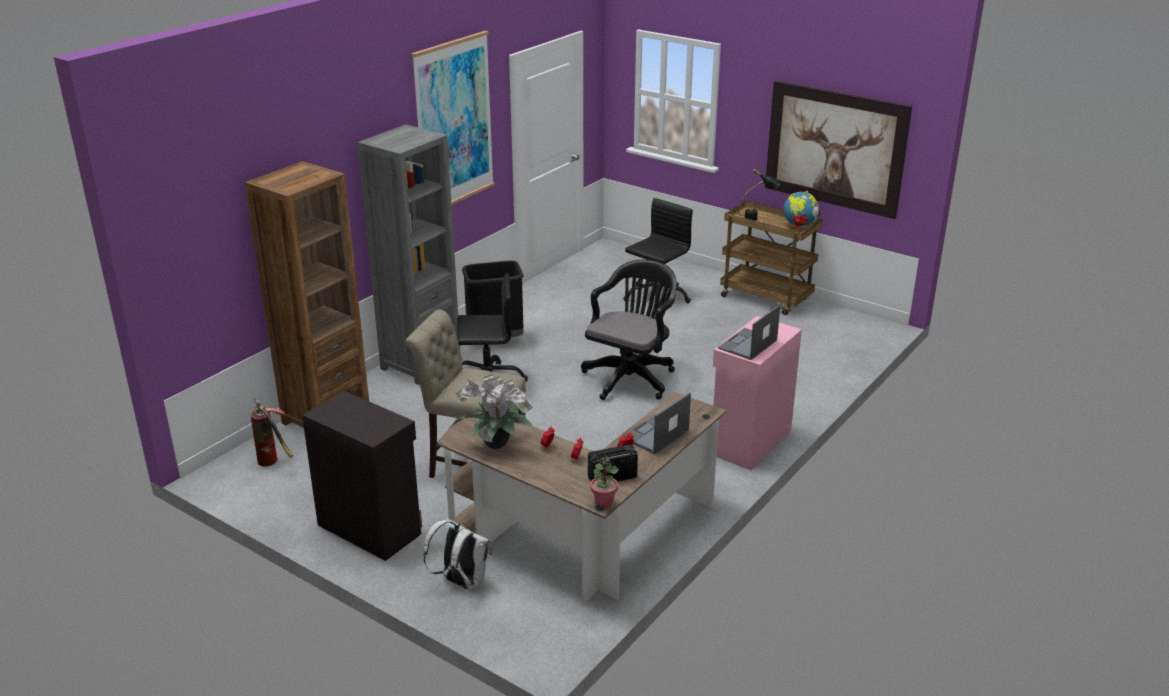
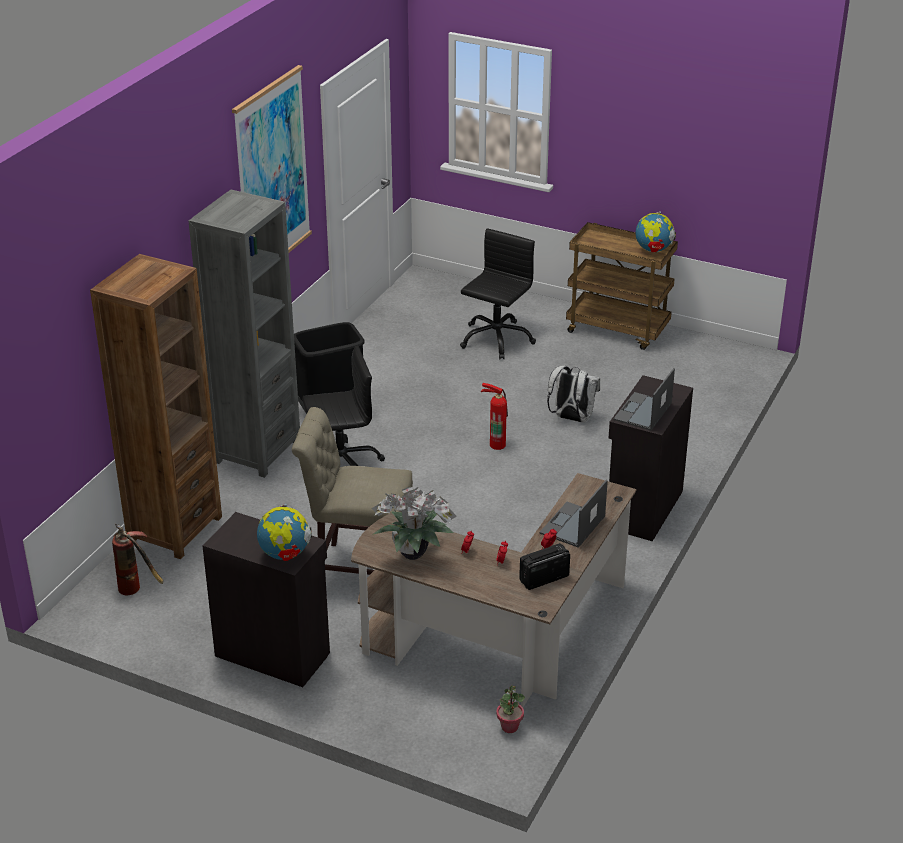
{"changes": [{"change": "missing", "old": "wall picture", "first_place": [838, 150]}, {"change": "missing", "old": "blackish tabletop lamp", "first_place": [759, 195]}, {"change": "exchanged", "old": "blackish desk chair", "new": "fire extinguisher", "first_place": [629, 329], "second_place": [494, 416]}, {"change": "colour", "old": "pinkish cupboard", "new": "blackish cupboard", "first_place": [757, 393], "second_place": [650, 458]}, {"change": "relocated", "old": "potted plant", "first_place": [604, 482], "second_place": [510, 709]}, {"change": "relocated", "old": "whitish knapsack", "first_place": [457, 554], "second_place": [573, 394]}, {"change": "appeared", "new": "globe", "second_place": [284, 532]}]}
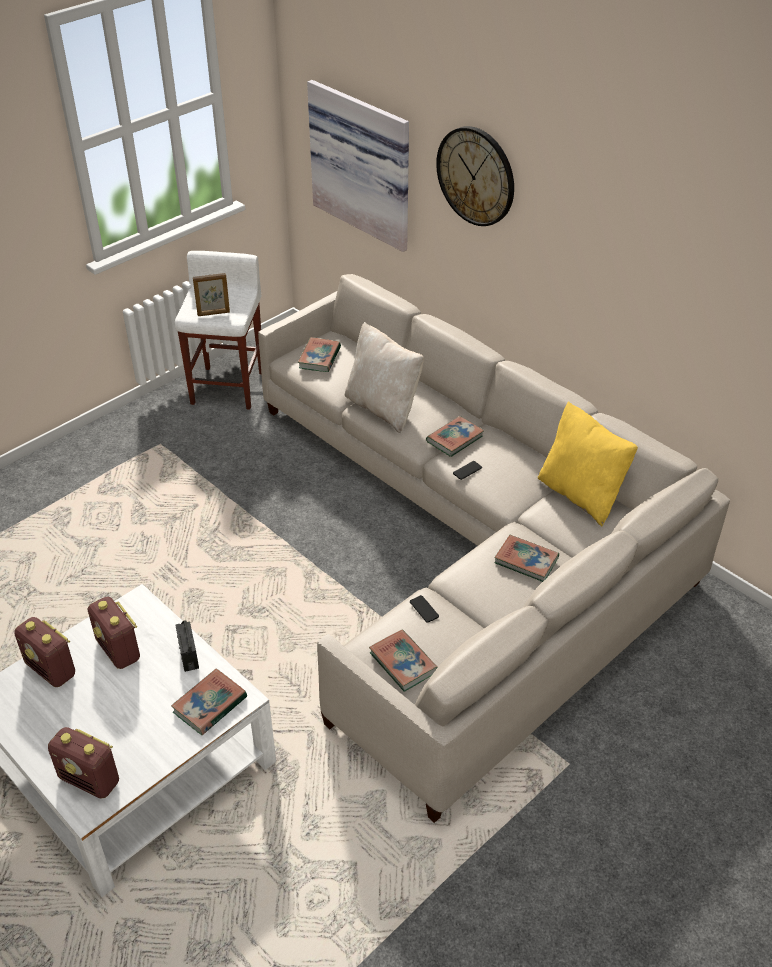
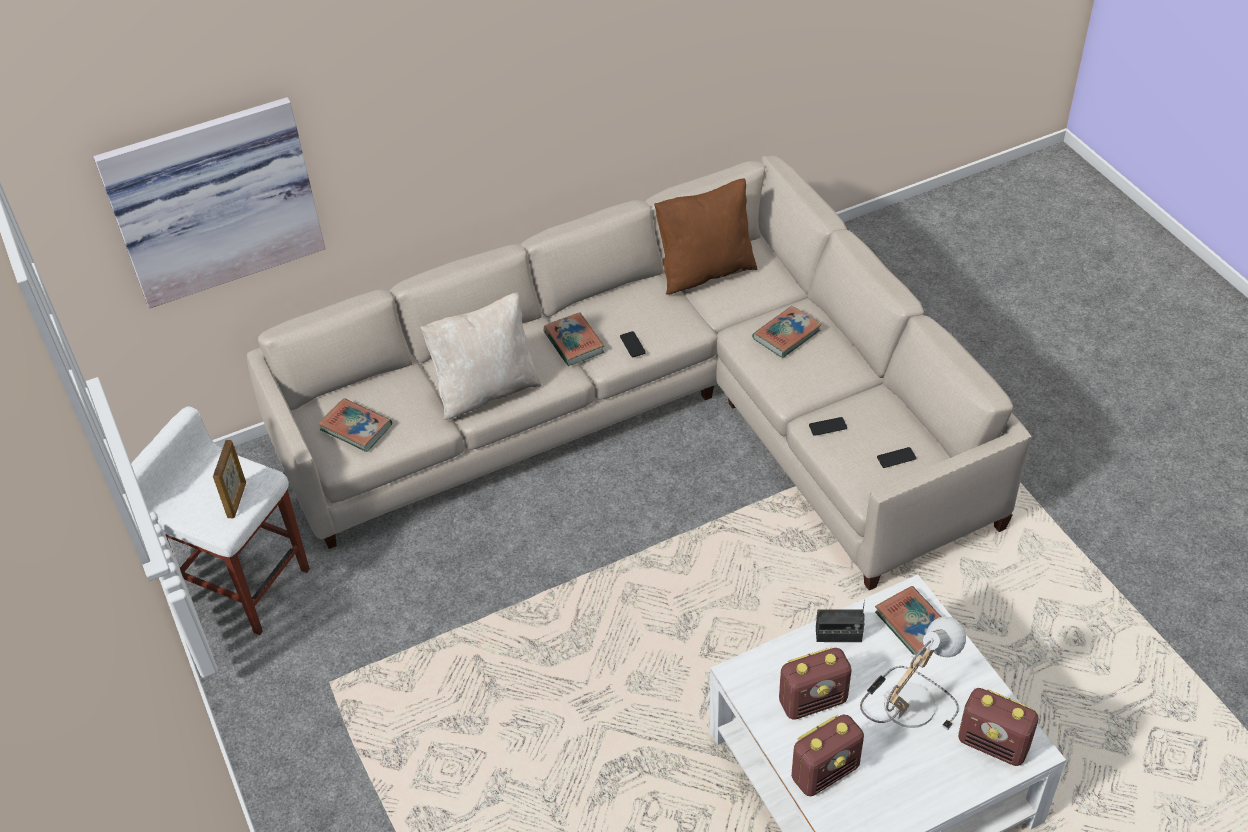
{"changes": [{"change": "missing", "old": "hanging clock", "first_place": [475, 176]}, {"change": "colour", "old": "yellow-coloured pillow", "new": "brown-coloured pillow", "first_place": [588, 464], "second_place": [706, 236]}, {"change": "exchanged", "old": "bound book", "new": "handset", "first_place": [403, 661], "second_place": [896, 457]}, {"change": "spun", "old": "radio", "first_place": [83, 763], "second_place": [998, 727], "degrees": 75}, {"change": "appeared", "new": "tabletop lamp", "second_place": [913, 673]}]}
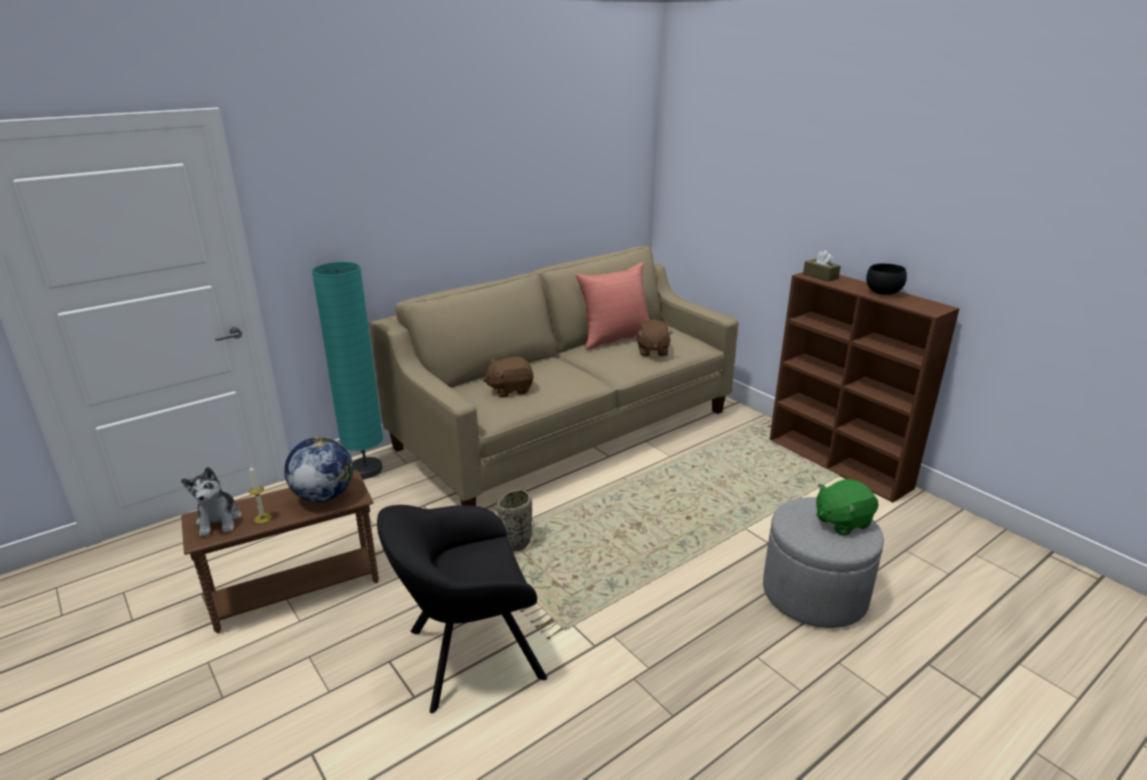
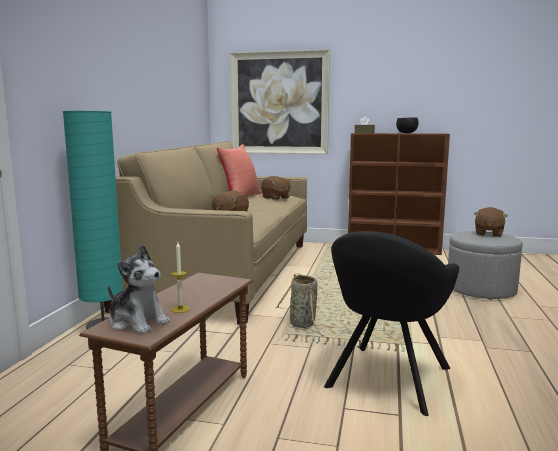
{"changes": [{"change": "missing", "old": "globe", "first_place": [318, 469]}, {"change": "colour", "old": "green-coloured cuddly toy", "new": "brown-coloured cuddly toy", "first_place": [847, 507], "second_place": [491, 222]}, {"change": "appeared", "new": "wall picture", "second_place": [280, 101]}]}
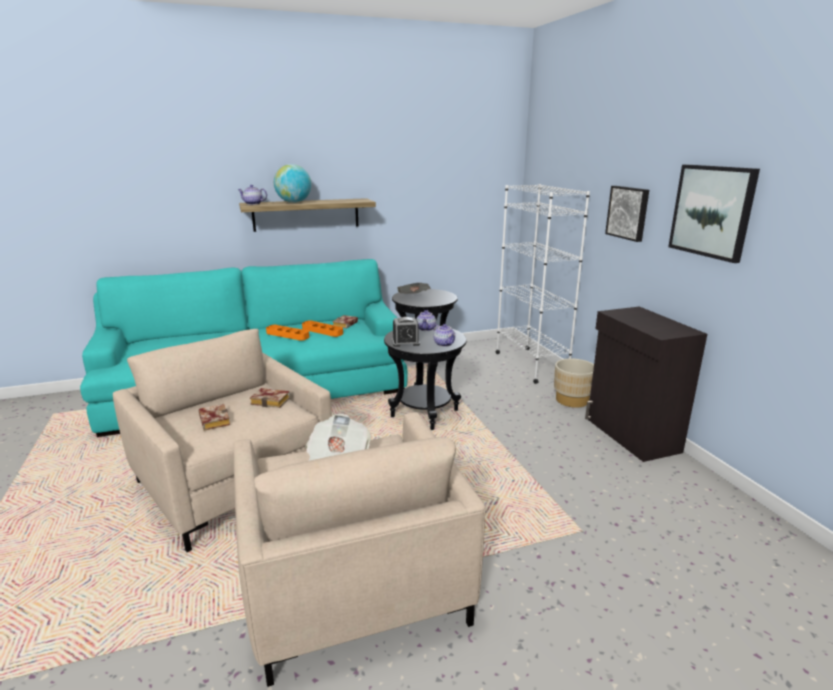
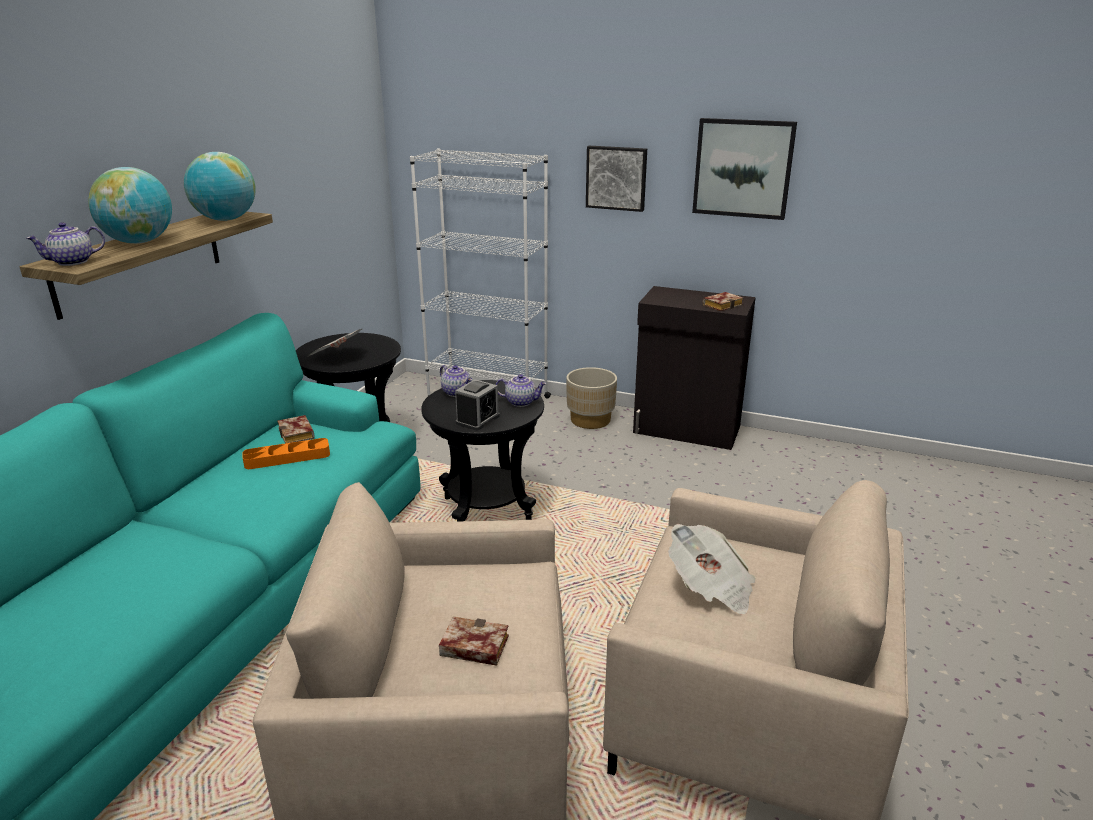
{"changes": [{"change": "missing", "old": "orangey carrying tray", "first_place": [287, 333]}, {"change": "relocated", "old": "bound book", "first_place": [270, 398], "second_place": [723, 301]}, {"change": "appeared", "new": "globe", "second_place": [220, 186]}]}
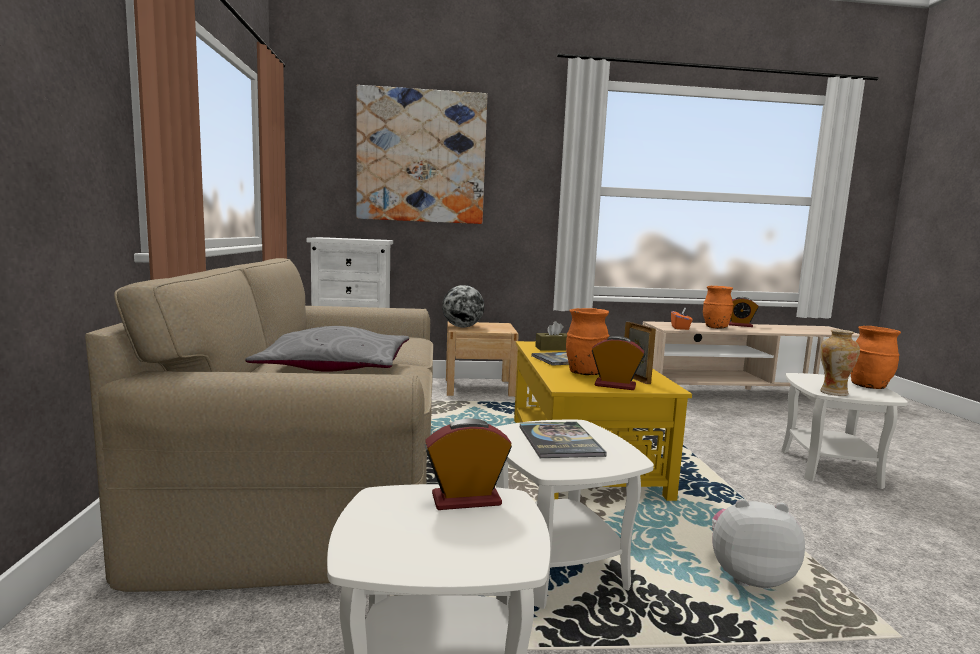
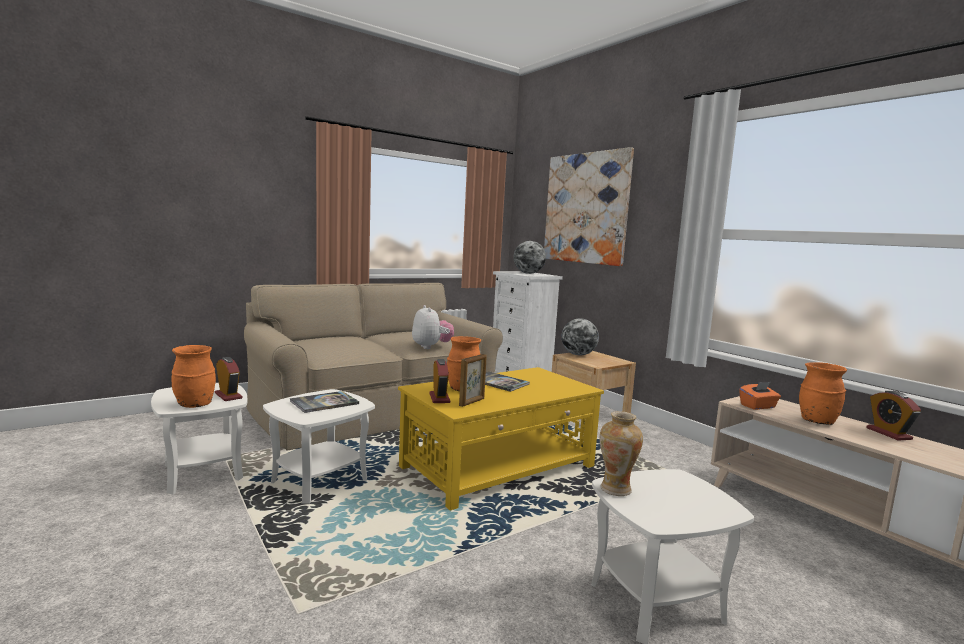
{"changes": [{"change": "missing", "old": "brown-coloured box of tissues", "first_place": [551, 336]}, {"change": "missing", "old": "greyish pillow", "first_place": [327, 349]}, {"change": "relocated", "old": "orangey decorative vase", "first_place": [875, 357], "second_place": [193, 376]}, {"change": "relocated", "old": "cuddly toy", "first_place": [758, 544], "second_place": [433, 327]}, {"change": "appeared", "new": "globe", "second_place": [529, 257]}]}
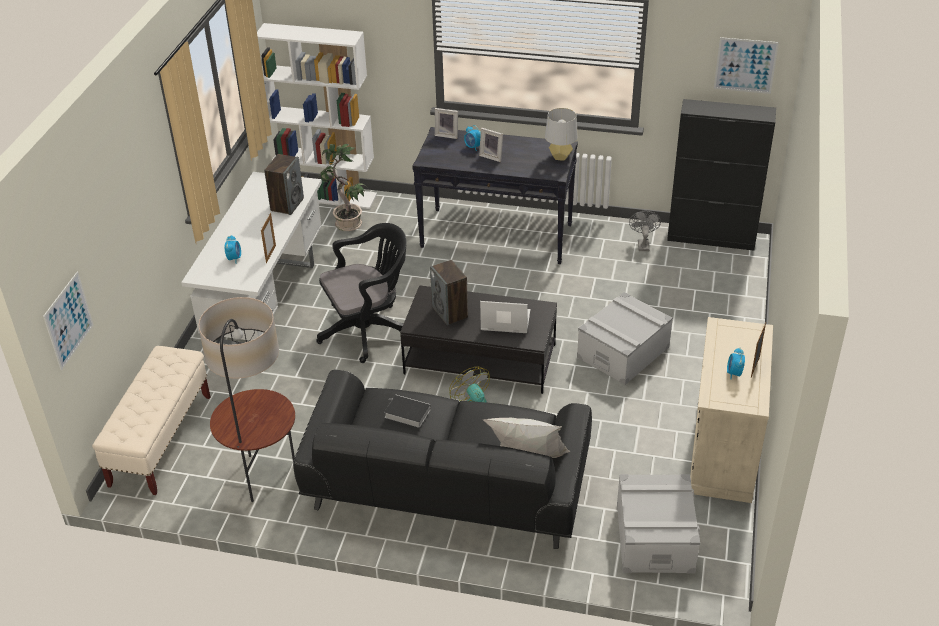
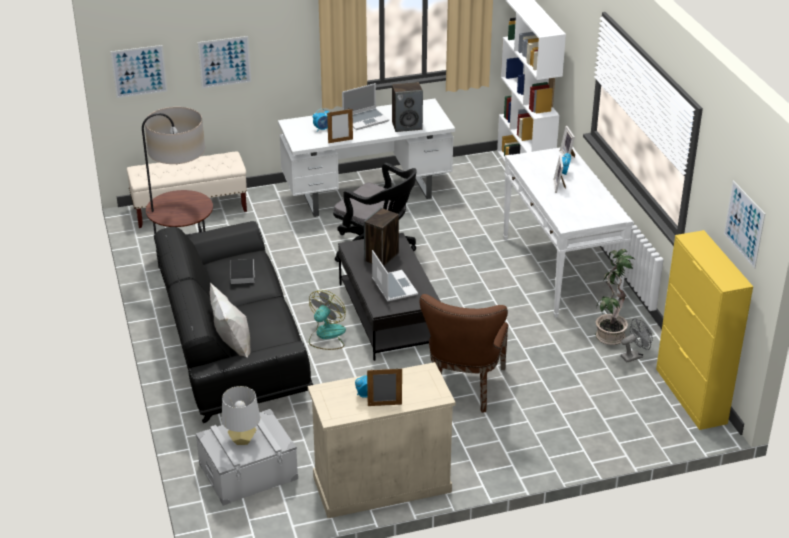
{"changes": [{"change": "colour", "old": "blackish cupboard", "new": "yellow-coloured cupboard", "first_place": [721, 175], "second_place": [704, 330]}, {"change": "relocated", "old": "greyish tabletop lamp", "first_place": [561, 134], "second_place": [241, 415]}, {"change": "colour", "old": "blackish hall table", "new": "whitish hall table", "first_place": [495, 195], "second_place": [568, 232]}, {"change": "relocated", "old": "potted plant", "first_place": [342, 187], "second_place": [615, 297]}, {"change": "exchanged", "old": "greyish storage bin", "new": "brown-coloured chair", "first_place": [625, 338], "second_place": [464, 353]}, {"change": "appeared", "new": "wall picture", "second_place": [224, 62]}, {"change": "appeared", "new": "laptop", "second_place": [365, 106]}]}
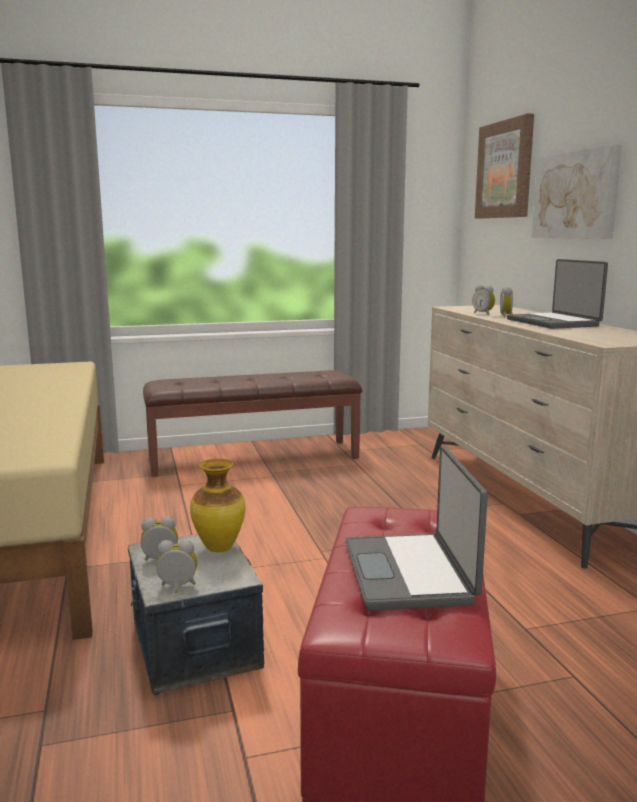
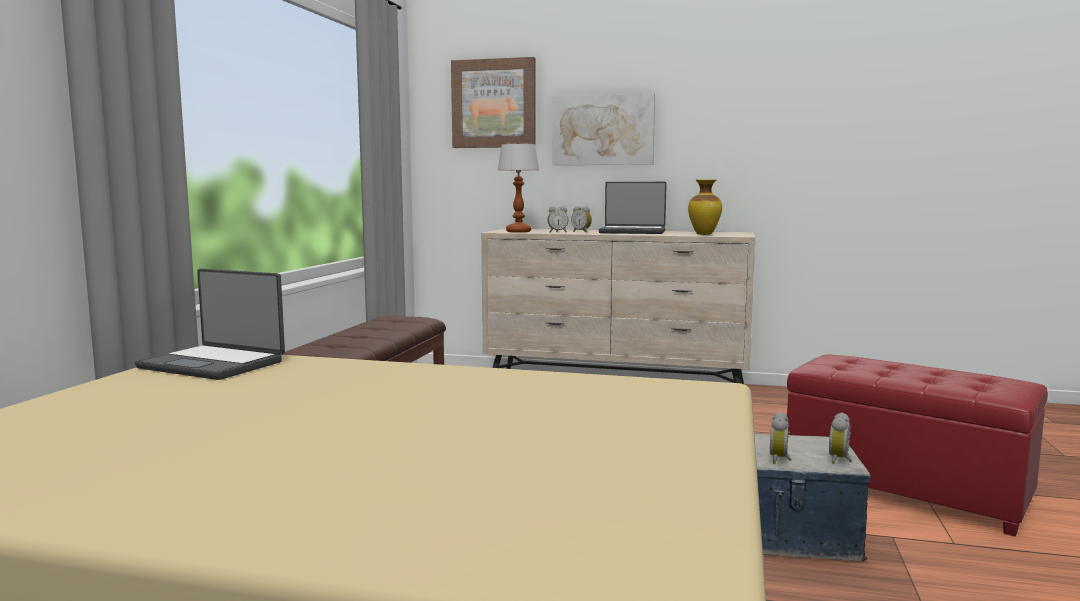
{"changes": [{"change": "relocated", "old": "laptop", "first_place": [416, 528], "second_place": [210, 324]}, {"change": "relocated", "old": "decorative vase", "first_place": [218, 505], "second_place": [705, 207]}, {"change": "appeared", "new": "tabletop lamp", "second_place": [518, 188]}]}
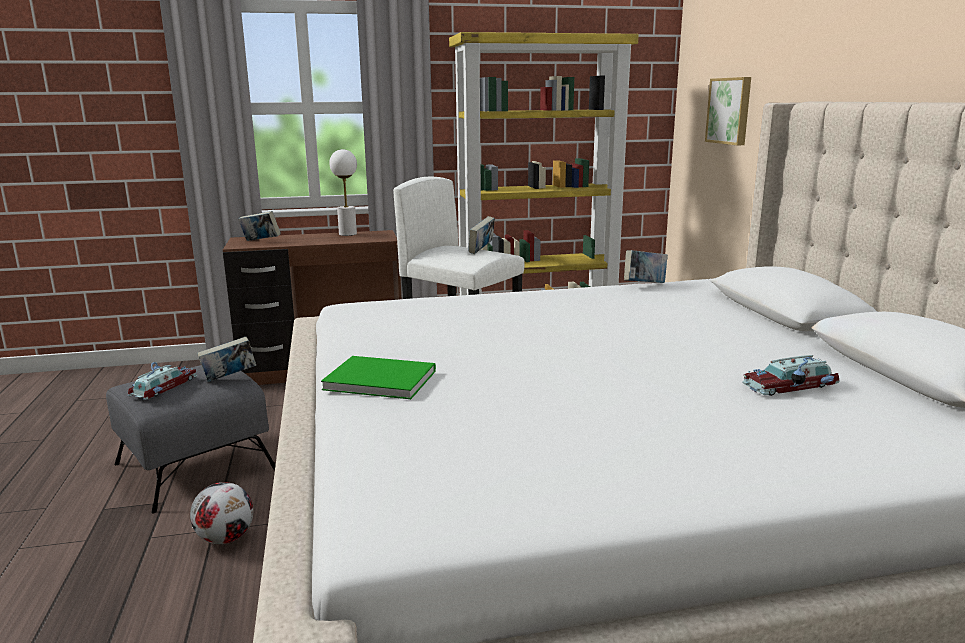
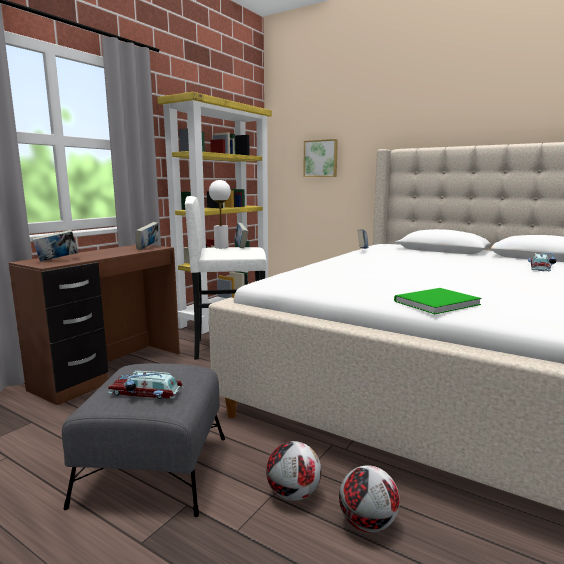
{"changes": [{"change": "relocated", "old": "whitish tabletop lamp", "first_place": [343, 192], "second_place": [220, 214]}, {"change": "relocated", "old": "bound book", "first_place": [226, 359], "second_place": [146, 236]}, {"change": "spun", "old": "miniature car", "first_place": [162, 381], "second_place": [145, 385], "degrees": -60}, {"change": "appeared", "new": "football", "second_place": [369, 499]}]}
